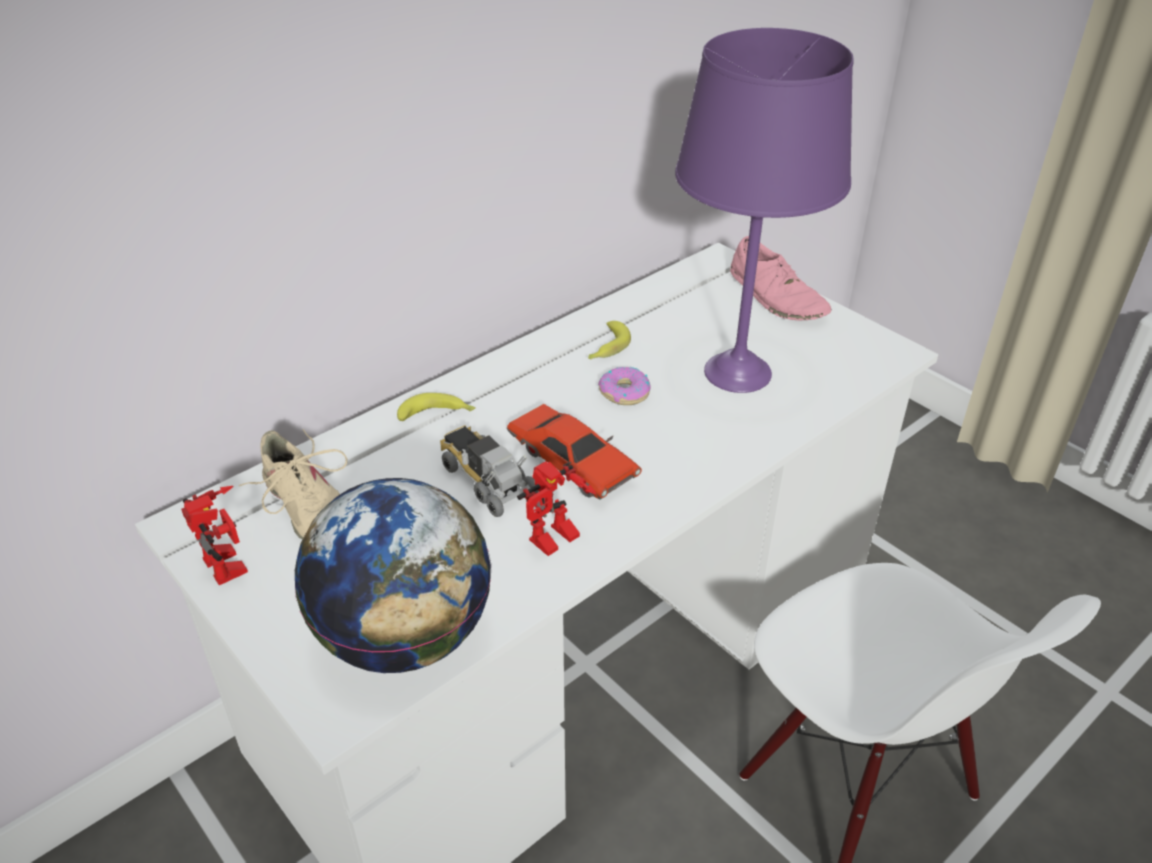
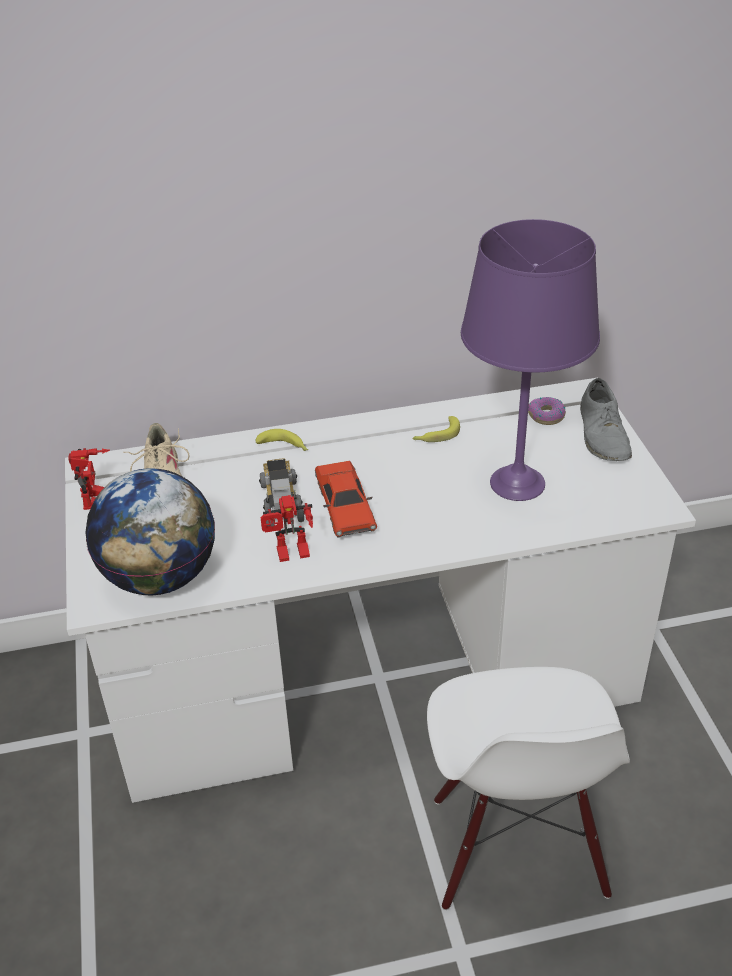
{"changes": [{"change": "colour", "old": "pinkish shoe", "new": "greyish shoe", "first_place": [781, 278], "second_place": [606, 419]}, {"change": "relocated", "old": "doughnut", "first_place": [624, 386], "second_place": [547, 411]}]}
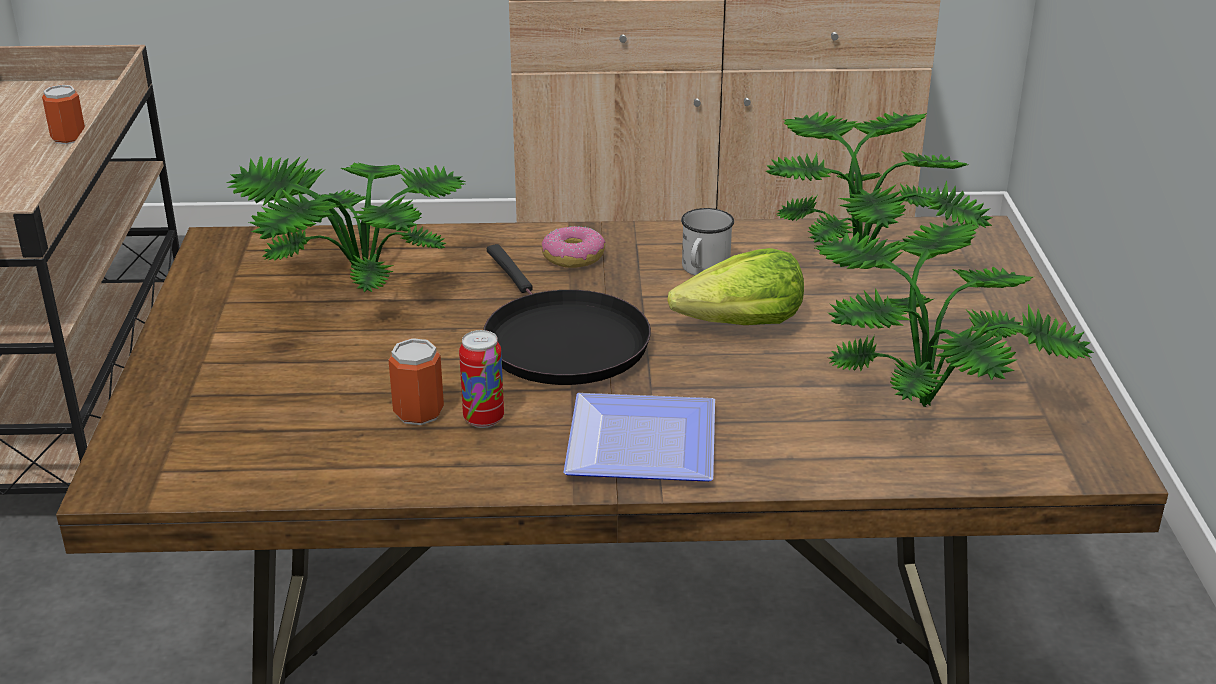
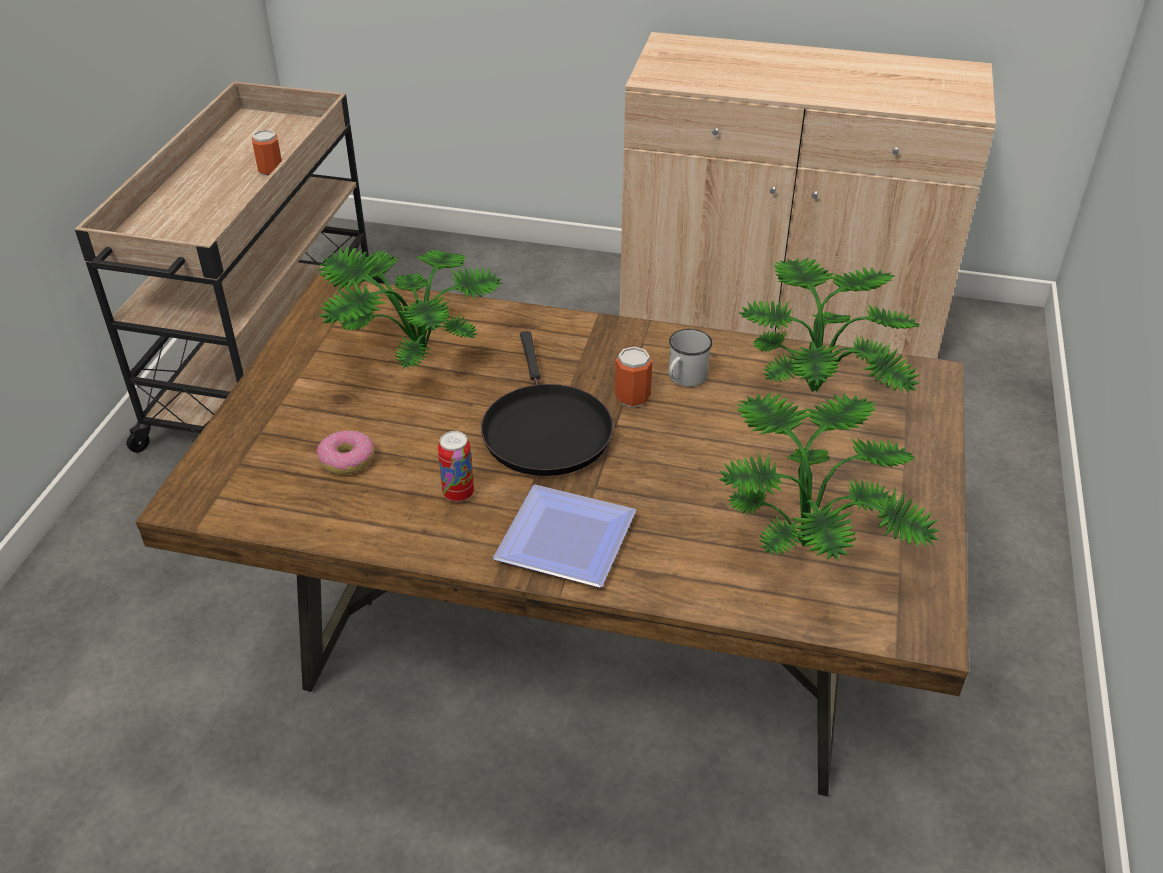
{"changes": [{"change": "relocated", "old": "doughnut", "first_place": [574, 247], "second_place": [345, 452]}, {"change": "missing", "old": "lettuce head", "first_place": [735, 286]}, {"change": "relocated", "old": "can", "first_place": [416, 381], "second_place": [633, 377]}]}
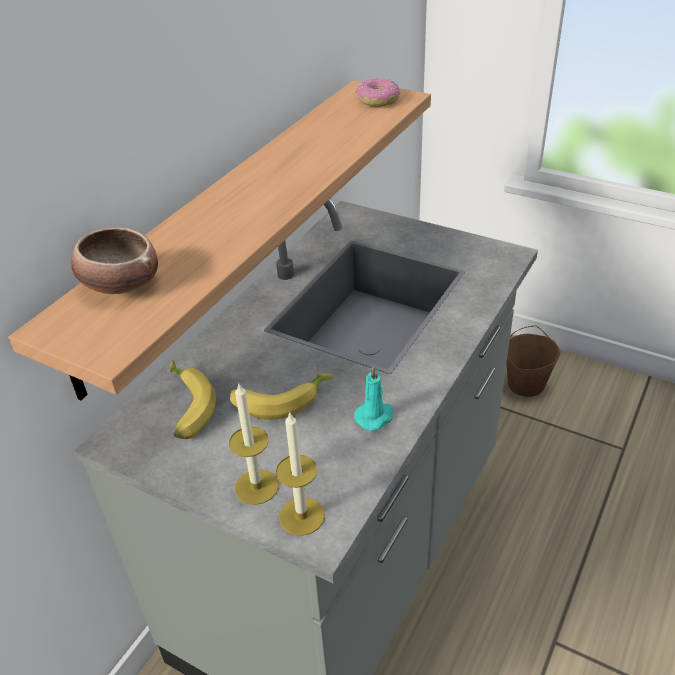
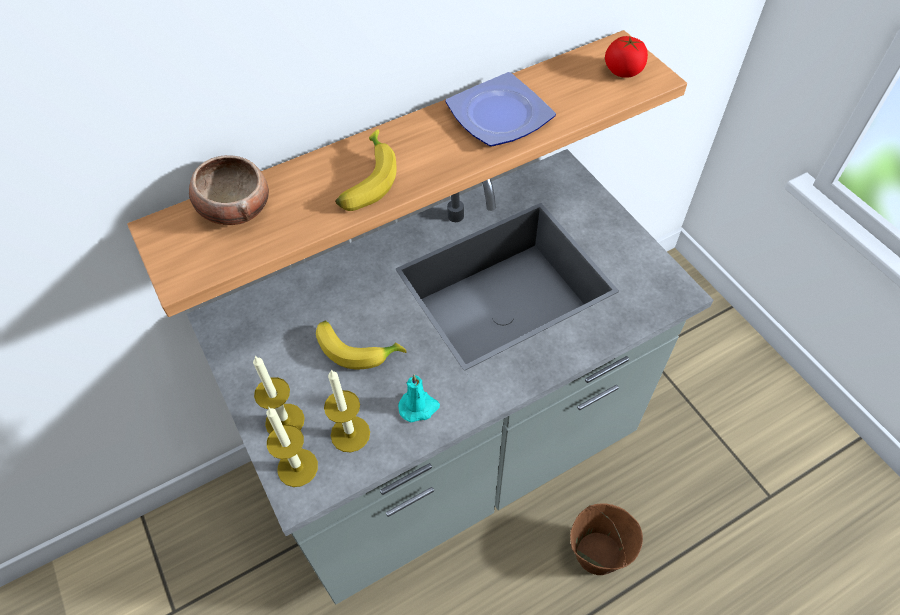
{"changes": [{"change": "exchanged", "old": "doughnut", "new": "fresh tomato", "first_place": [378, 92], "second_place": [626, 57]}, {"change": "relocated", "old": "brown-coloured bucket", "first_place": [533, 361], "second_place": [606, 539]}, {"change": "relocated", "old": "banana", "first_place": [192, 399], "second_place": [366, 170]}, {"change": "appeared", "new": "dinner plate", "second_place": [500, 109]}, {"change": "appeared", "new": "wax candle", "second_place": [347, 410]}]}
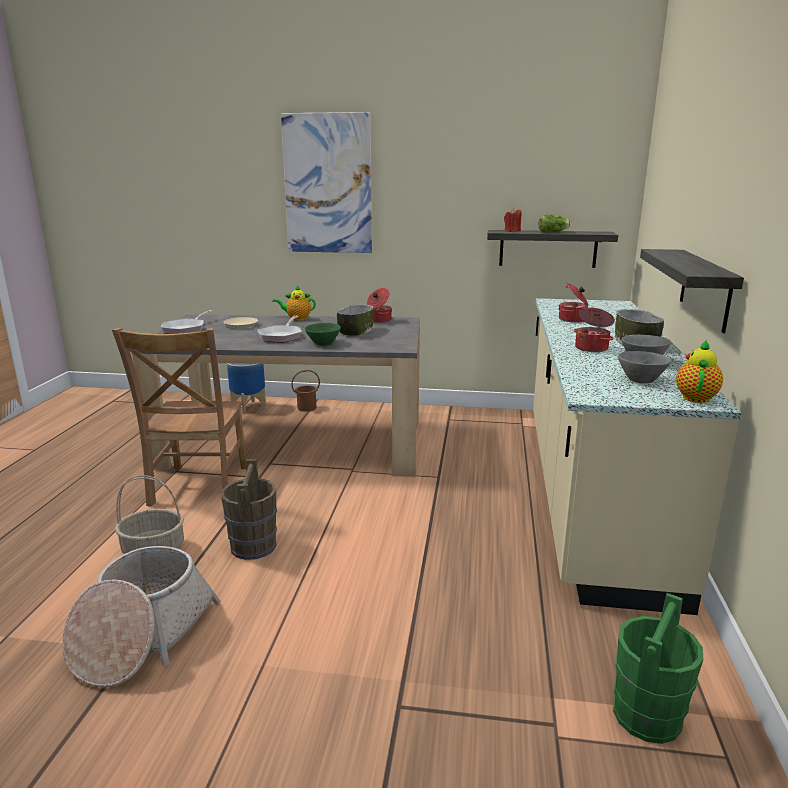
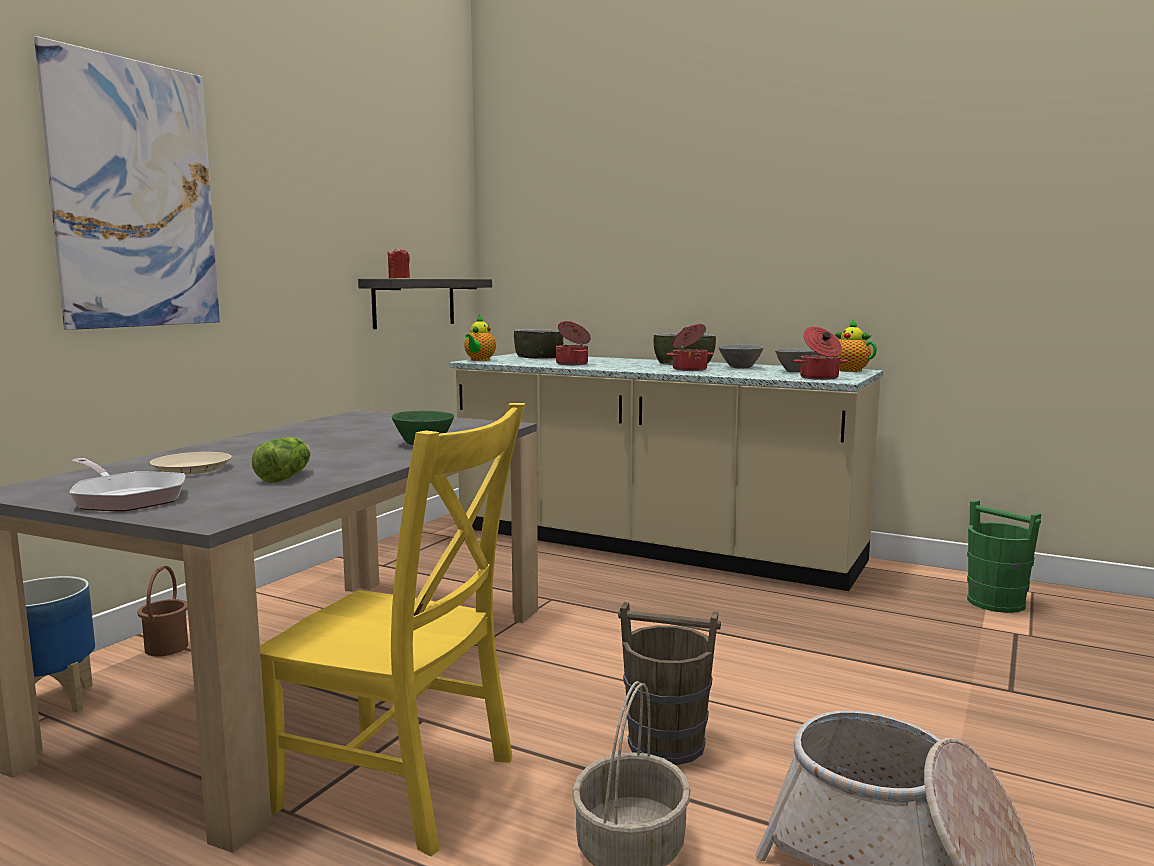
{"changes": [{"change": "relocated", "old": "lettuce head", "first_place": [554, 223], "second_place": [281, 460]}, {"change": "missing", "old": "wall shelf", "first_place": [692, 291]}, {"change": "relocated", "old": "teapot", "first_place": [294, 303], "second_place": [480, 338]}, {"change": "relocated", "old": "stockpot", "first_place": [379, 305], "second_place": [820, 353]}, {"change": "relocated", "old": "deep dish", "first_place": [355, 320], "second_place": [538, 344]}, {"change": "missing", "old": "frying pan", "first_place": [280, 328]}, {"change": "colour", "old": "brown-coloured chair", "new": "yellow-coloured chair", "first_place": [179, 417], "second_place": [392, 629]}]}
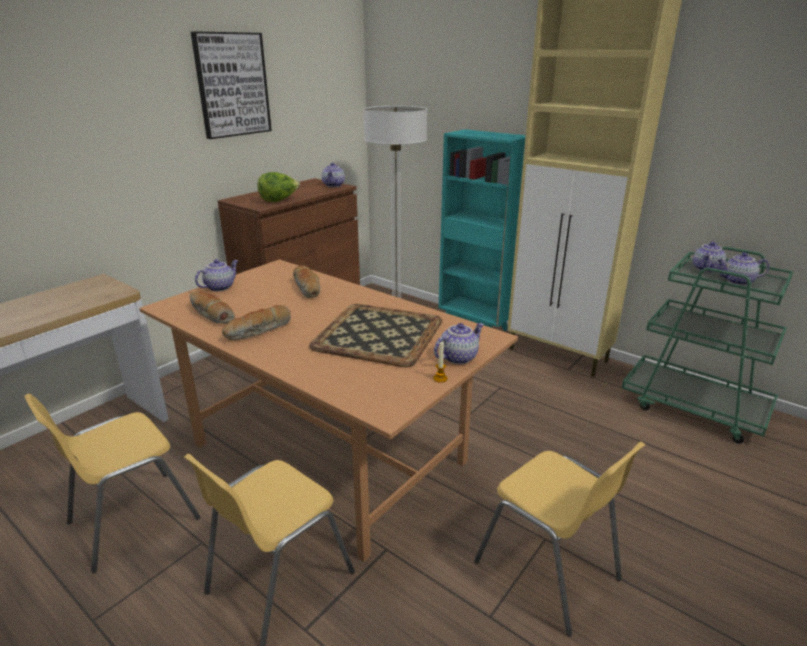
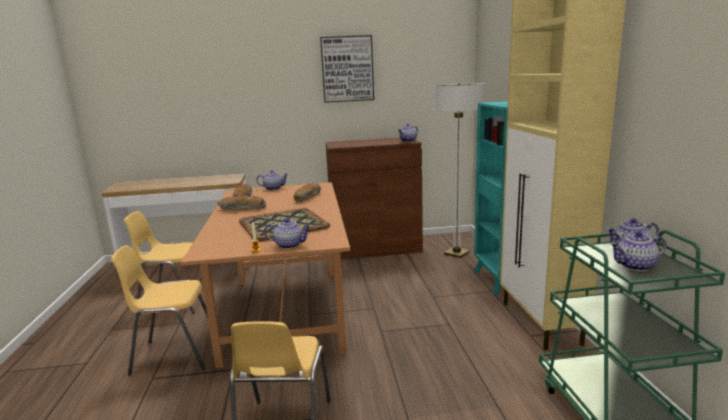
{"changes": [{"change": "missing", "old": "lettuce head", "first_place": [278, 187]}, {"change": "spun", "old": "teapot", "first_place": [742, 269], "second_place": [638, 251], "degrees": -60}]}
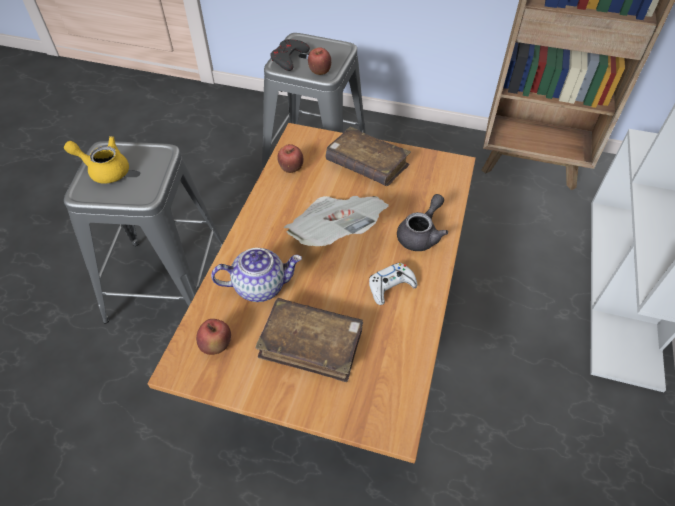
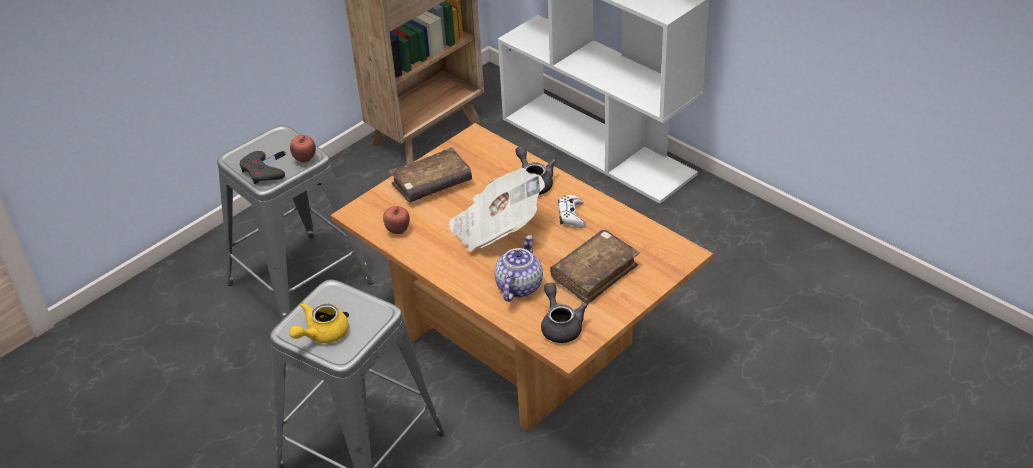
{"changes": [{"change": "exchanged", "old": "apple fruit", "new": "greyish teapot", "first_place": [213, 337], "second_place": [564, 313]}]}
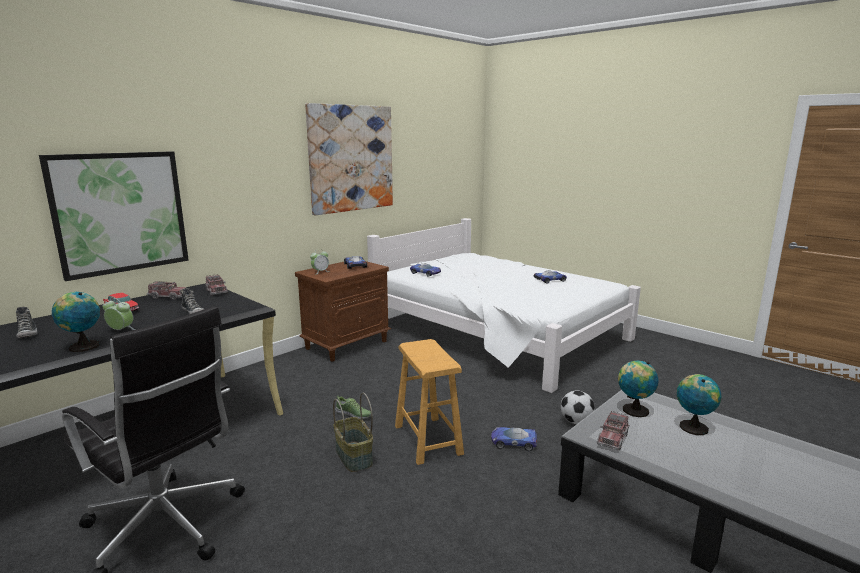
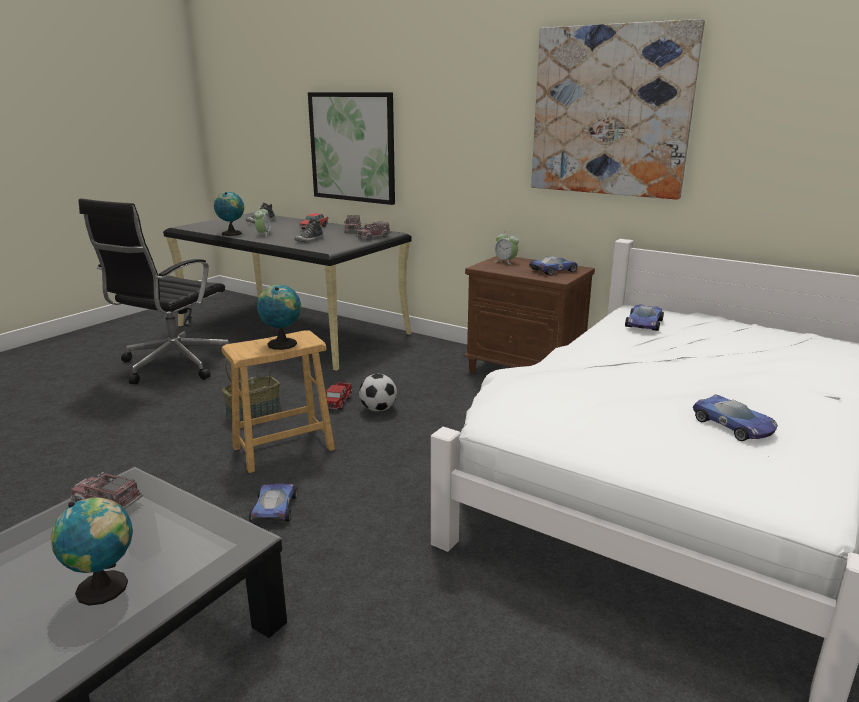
{"changes": [{"change": "relocated", "old": "globe", "first_place": [638, 388], "second_place": [279, 317]}, {"change": "relocated", "old": "football", "first_place": [578, 407], "second_place": [378, 393]}, {"change": "exchanged", "old": "shoe", "new": "toy lorry", "first_place": [353, 407], "second_place": [339, 396]}]}
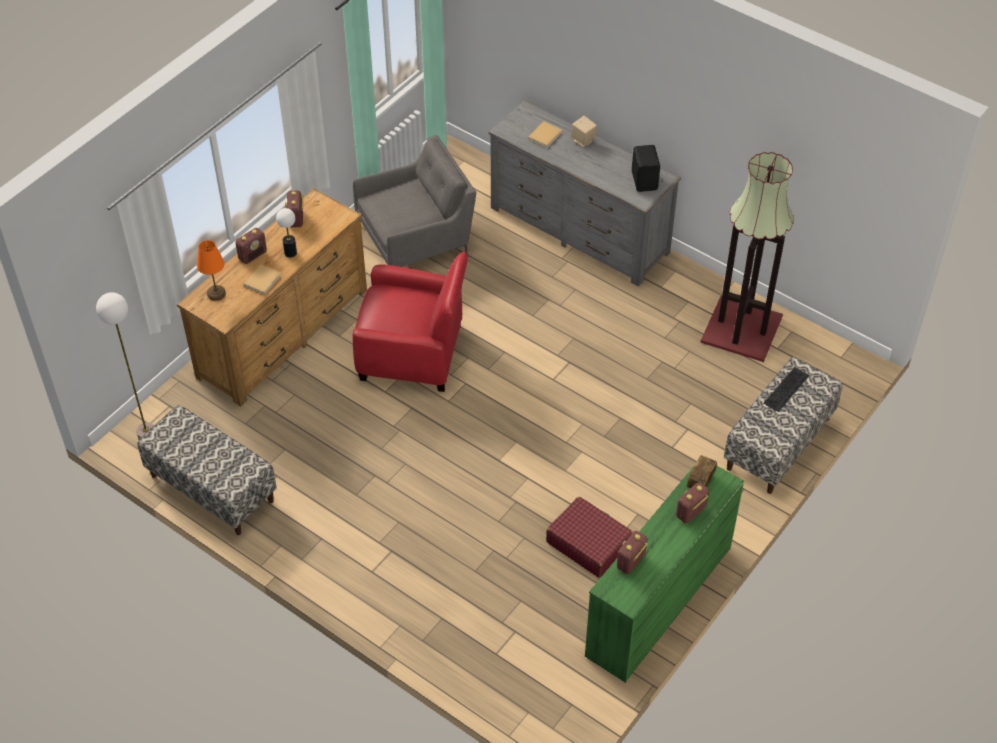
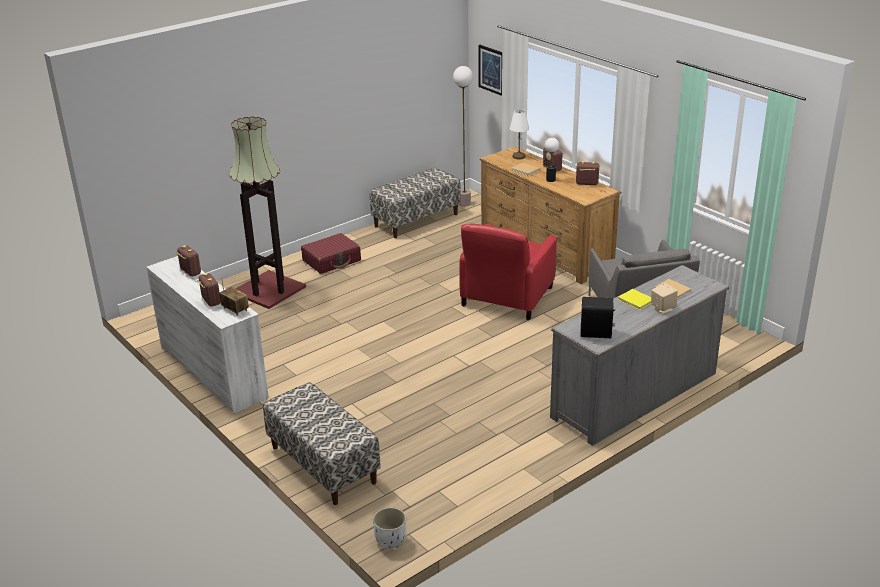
{"changes": [{"change": "relocated", "old": "standing lamp", "first_place": [747, 257], "second_place": [267, 212]}, {"change": "colour", "old": "orangey tabletop lamp", "new": "whitish tabletop lamp", "first_place": [211, 270], "second_place": [519, 134]}, {"change": "missing", "old": "PC keyboard", "first_place": [786, 389]}, {"change": "colour", "old": "green-coloured chest of drawers", "new": "whitish chest of drawers", "first_place": [664, 574], "second_place": [207, 335]}, {"change": "relocated", "old": "red travel case", "first_place": [589, 537], "second_place": [331, 253]}, {"change": "appeared", "new": "wall picture", "second_place": [490, 70]}, {"change": "appeared", "new": "yellow-coloured bound book", "second_place": [634, 299]}, {"change": "appeared", "new": "whitish planter", "second_place": [389, 528]}]}
